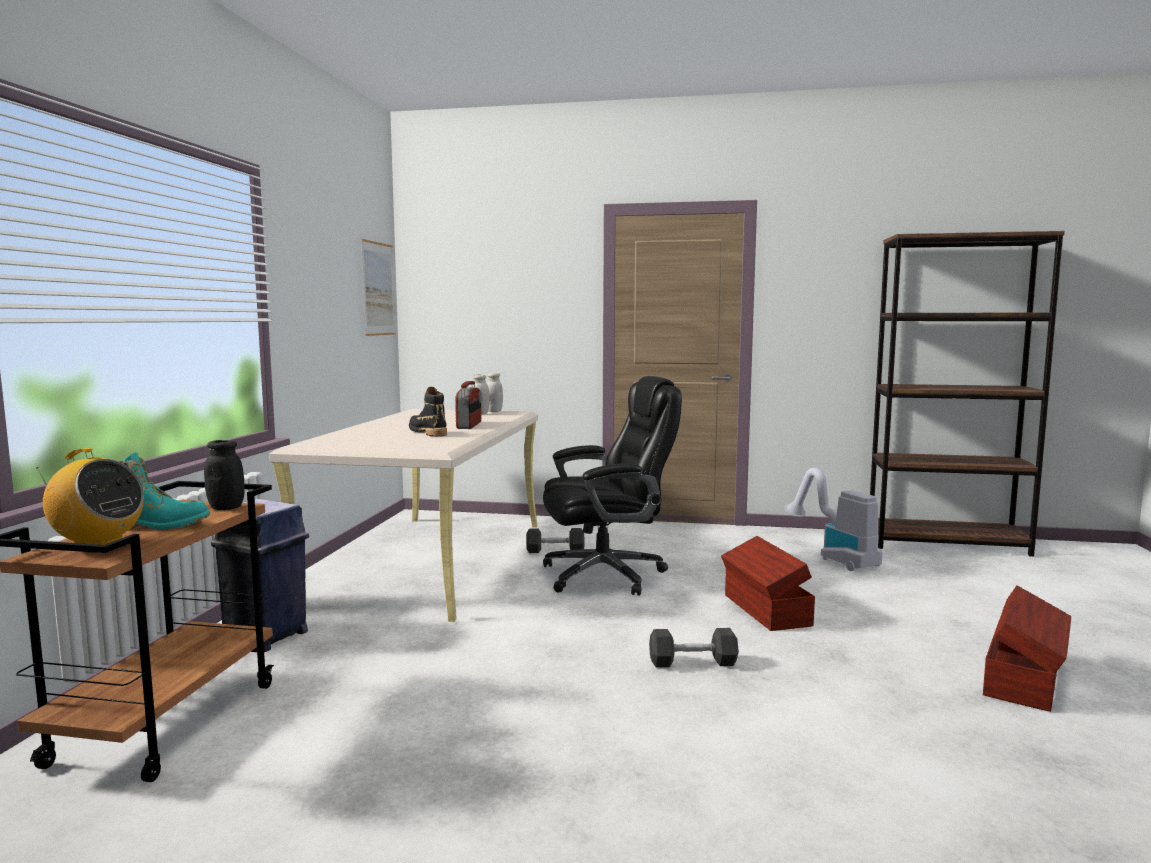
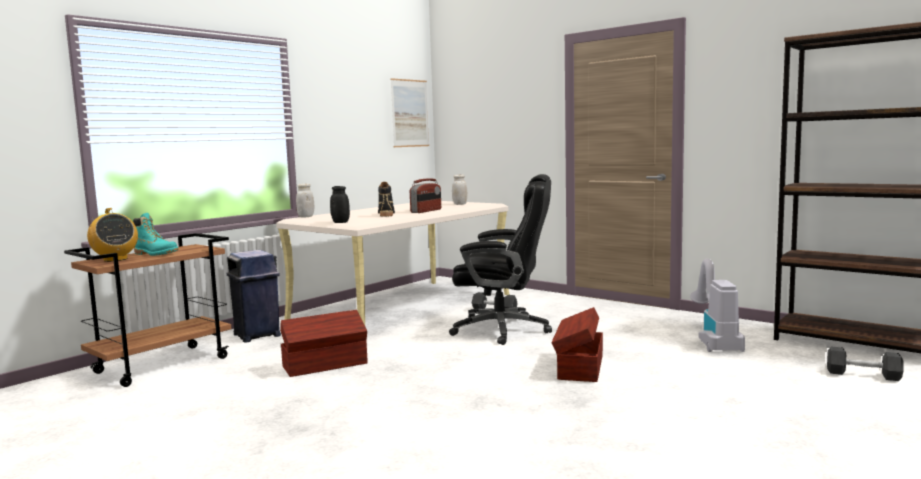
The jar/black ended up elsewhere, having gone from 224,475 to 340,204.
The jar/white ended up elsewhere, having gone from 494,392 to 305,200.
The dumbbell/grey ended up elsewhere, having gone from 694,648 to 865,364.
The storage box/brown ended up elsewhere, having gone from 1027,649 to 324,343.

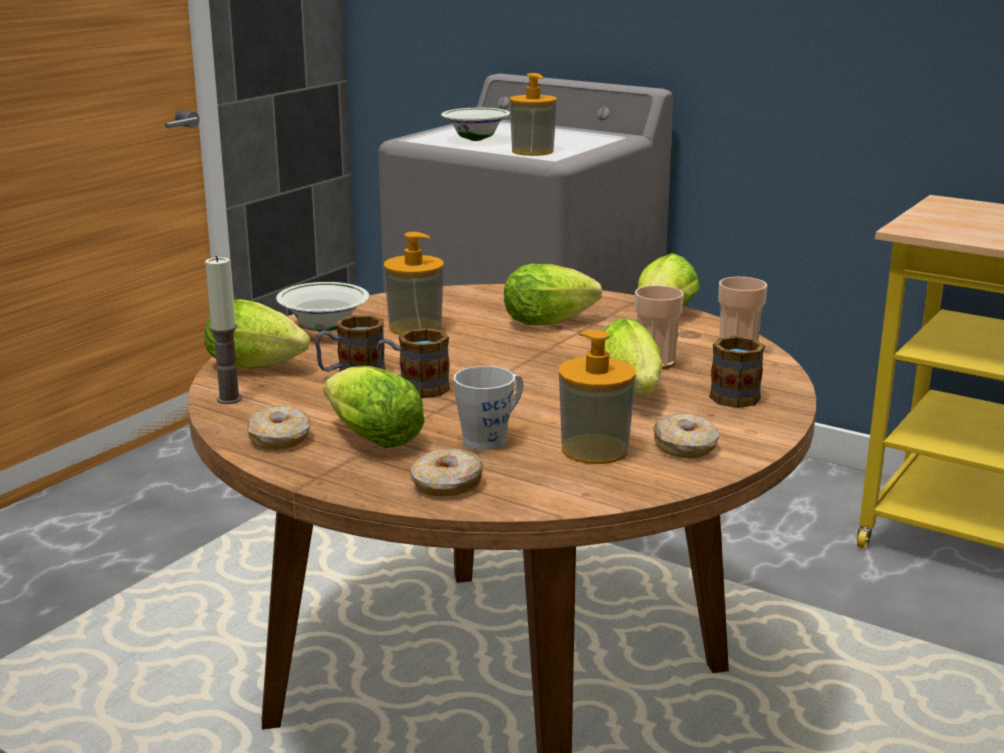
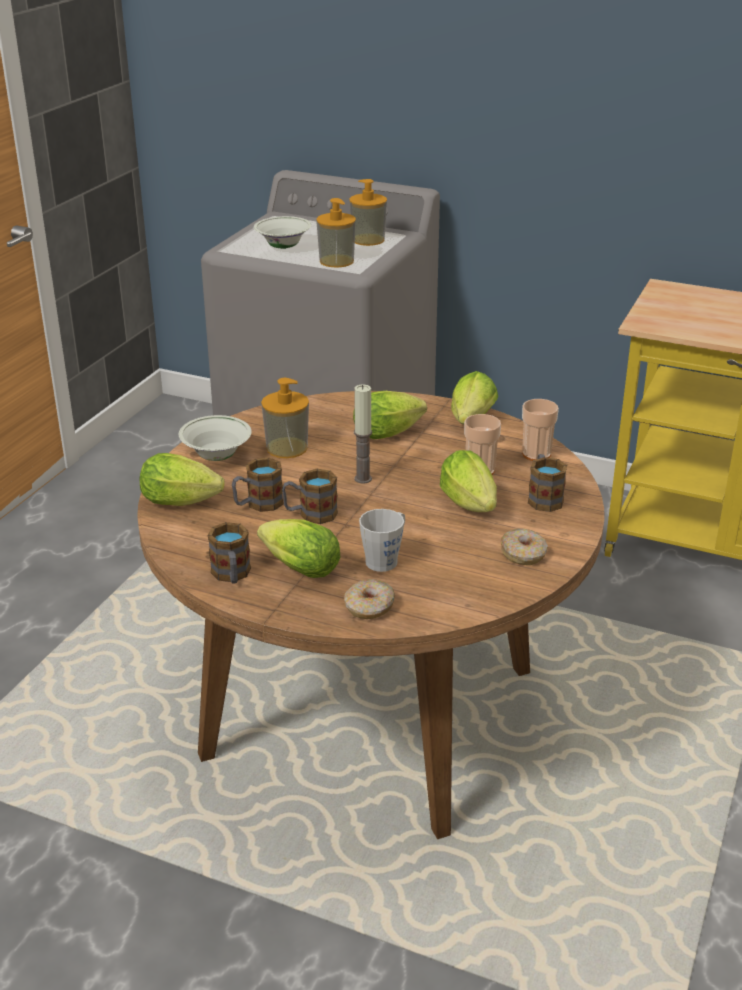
The candle ended up elsewhere, having gone from 223,330 to 363,434.
Where the donut stood at 279,428, the mug came to stand at 229,553.
The soap dispenser ended up elsewhere, having gone from 597,397 to 368,212.

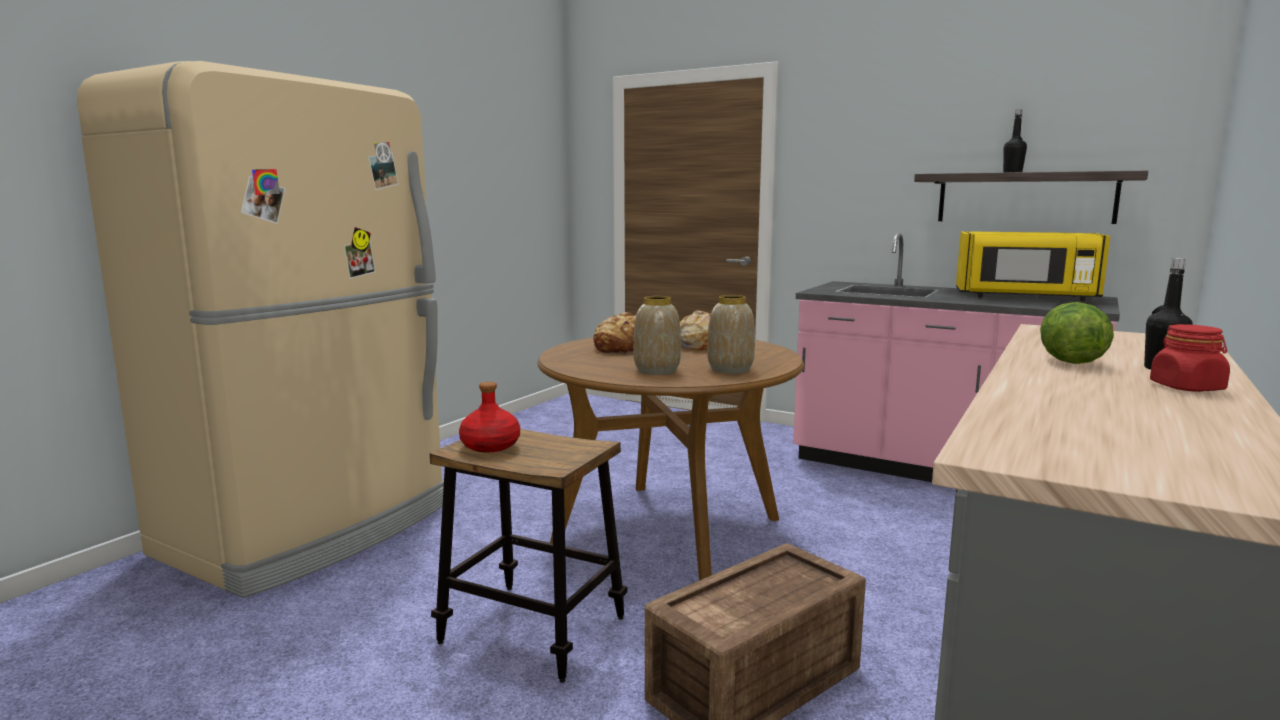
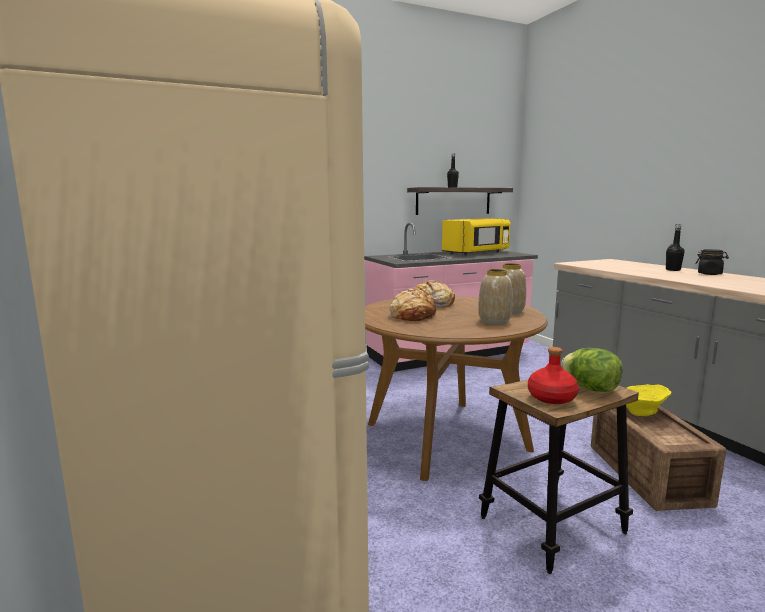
The lettuce ended up elsewhere, having gone from 1077,333 to 592,370.
What was the jar/red at 1190,358 turned into the jar/black at 712,262.
The second view gained the bowl/yellow at 648,400.

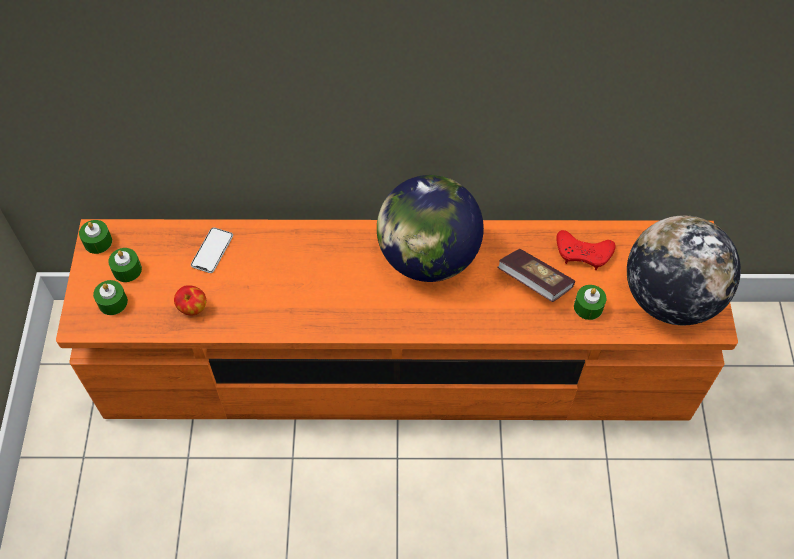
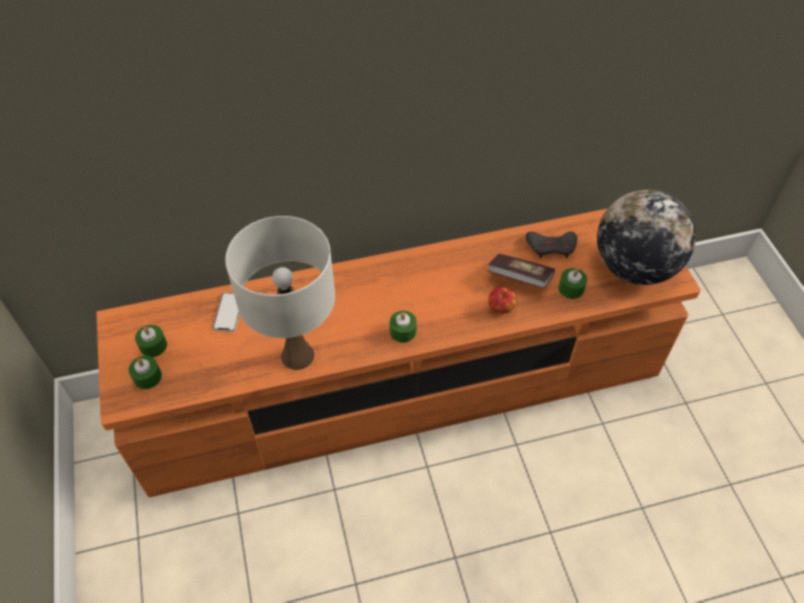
The candle/green ended up elsewhere, having gone from 95,237 to 403,327.
The apple ended up elsewhere, having gone from 190,300 to 502,300.
The second view lost the globe at 430,228.
What was the game controller/red at 586,250 turned into the game controller/grey at 551,244.
The second view gained the table lamp/white at 280,293.

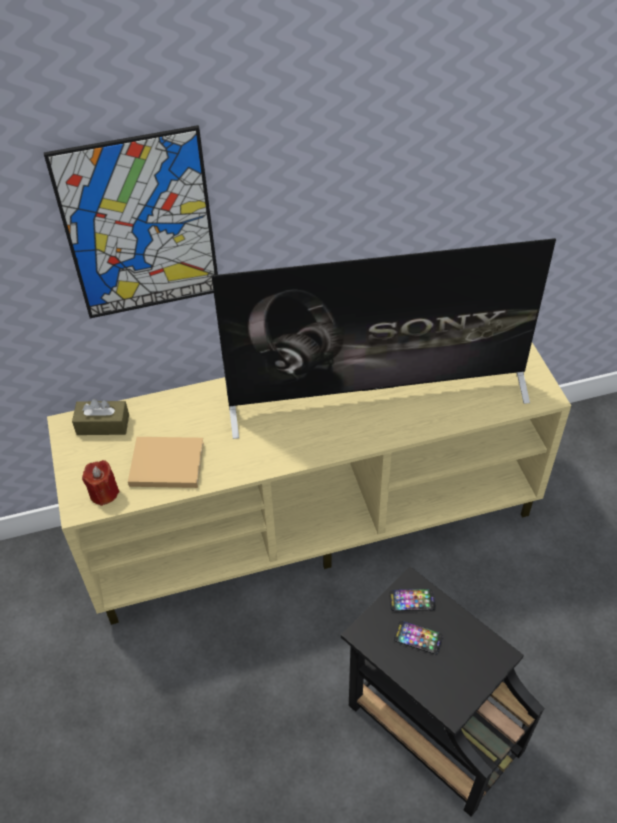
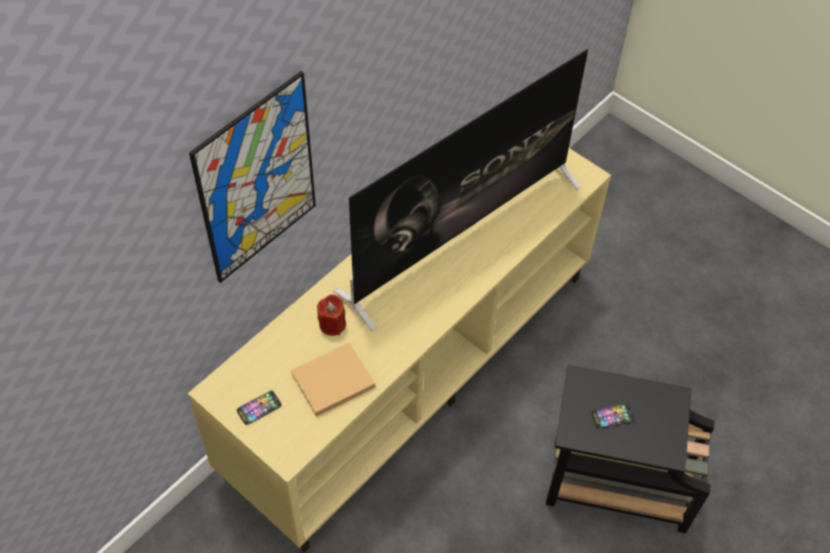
The second view lost the tissue box/brown at 100,417.
The candle/red ended up elsewhere, having gone from 101,483 to 331,315.
The phone ended up elsewhere, having gone from 412,600 to 259,408.

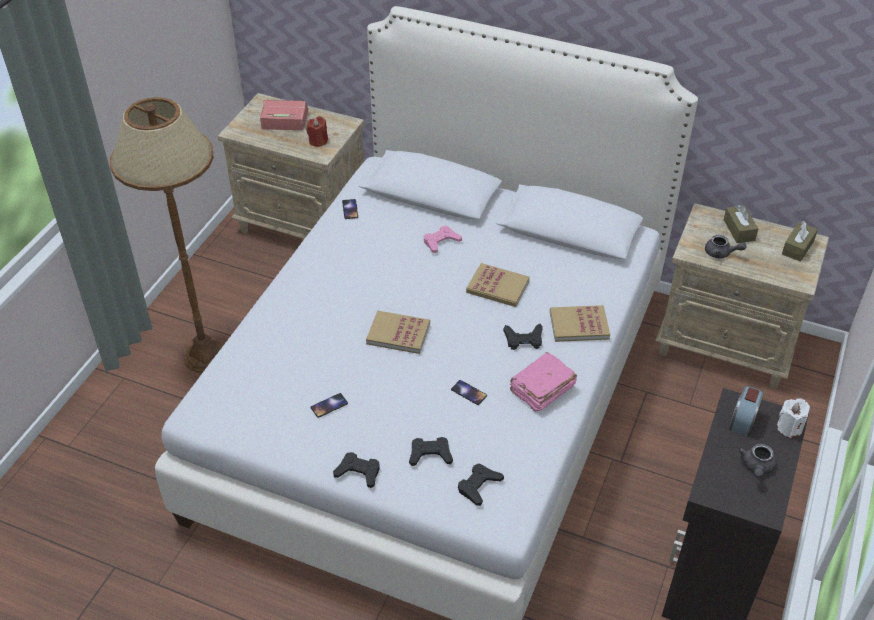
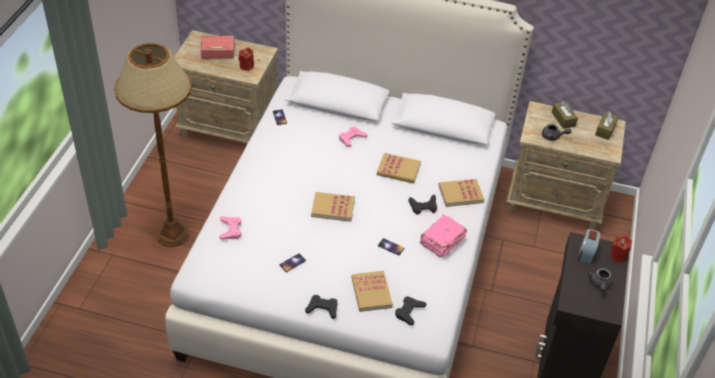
Where the game controller/black stood at 431,451, the book came to stand at 372,291.
What was the candle/white at 793,418 turned into the candle/red at 621,249.
The second view gained the game controller/pink at 230,228.

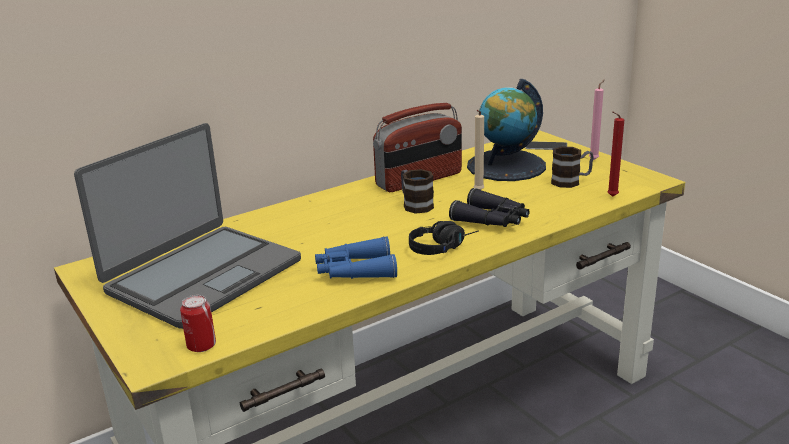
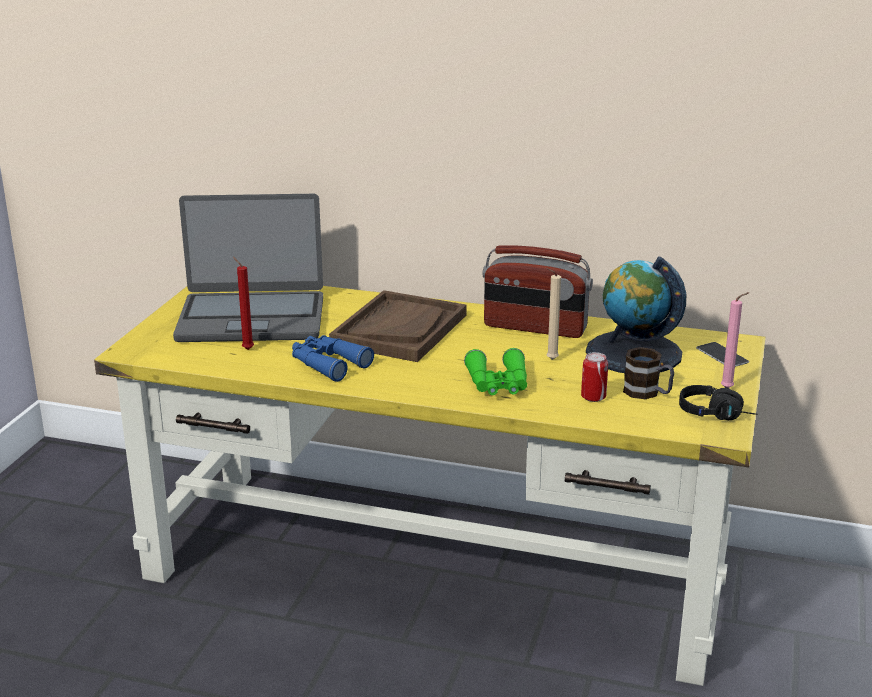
The can ended up elsewhere, having gone from 198,323 to 594,377.
The second view lost the mug at 417,191.
The headphones/black ended up elsewhere, having gone from 444,238 to 718,402.
What was the binoculars/black at 489,207 turned into the binoculars/green at 495,371.
The candle/red ended up elsewhere, having gone from 615,154 to 243,303.
The second view gained the tray/brown at 398,326.

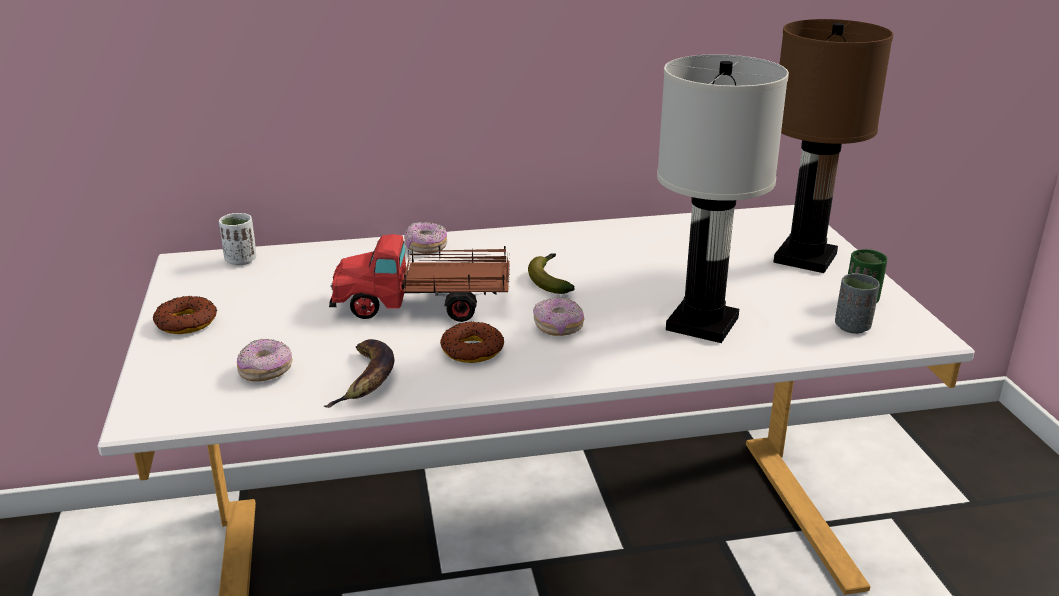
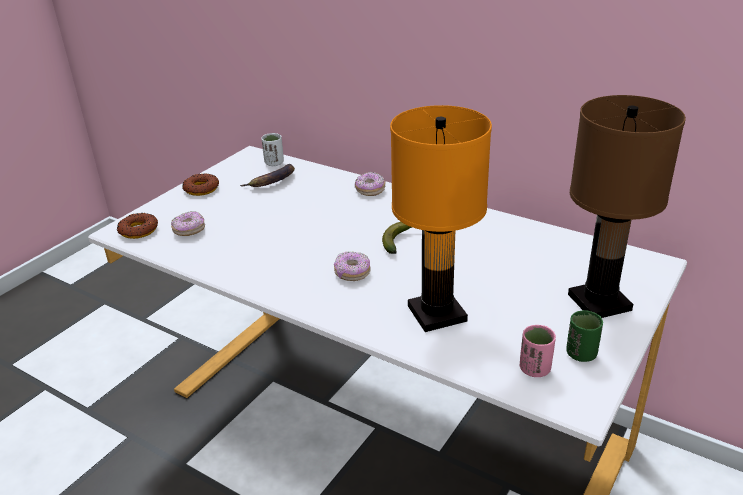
The banana ended up elsewhere, having gone from 359,373 to 267,175.
The second view lost the toy truck at 419,278.
The donut ended up elsewhere, having gone from 472,342 to 137,226.
What was the table lamp/white at 723,198 turned into the table lamp/orange at 441,218.
What was the cup/grey at 857,303 turned into the cup/pink at 538,351.

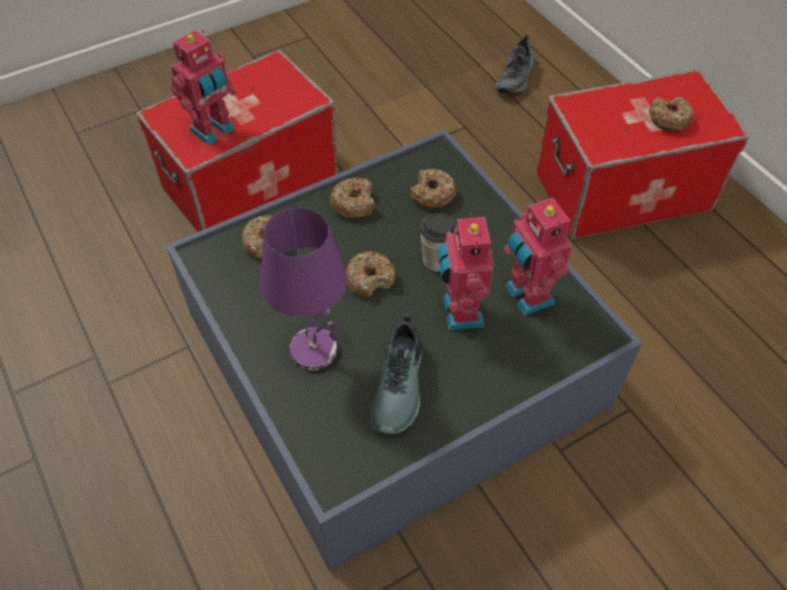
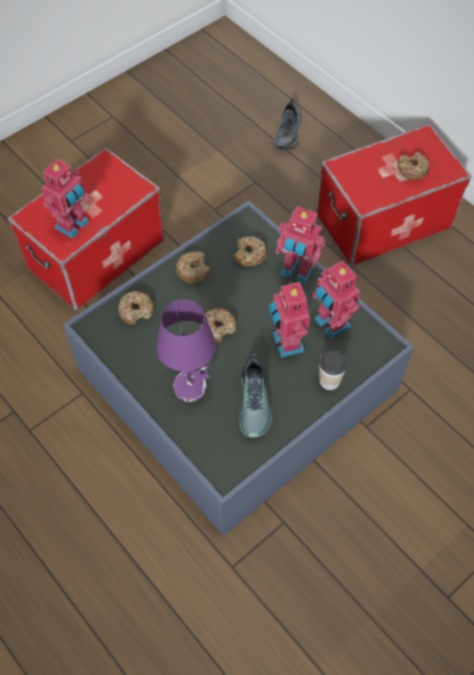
The cup ended up elsewhere, having gone from 438,242 to 333,370.
The second view gained the toy robot at 300,245.

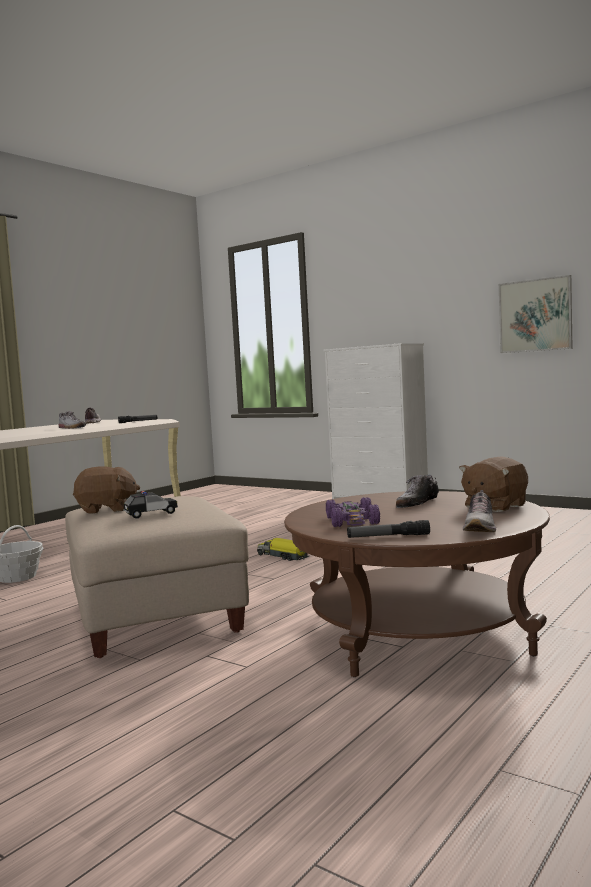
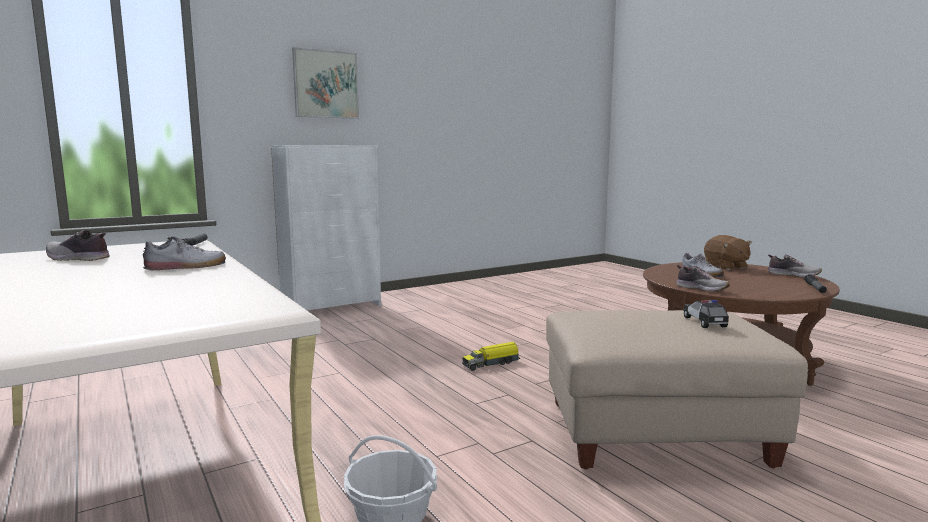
The second view lost the plush toy/brown at 106,490.
The second view lost the toy car/purple at 353,512.
The picture ended up elsewhere, having gone from 536,314 to 325,83.
The second view gained the shoe at 703,278.

